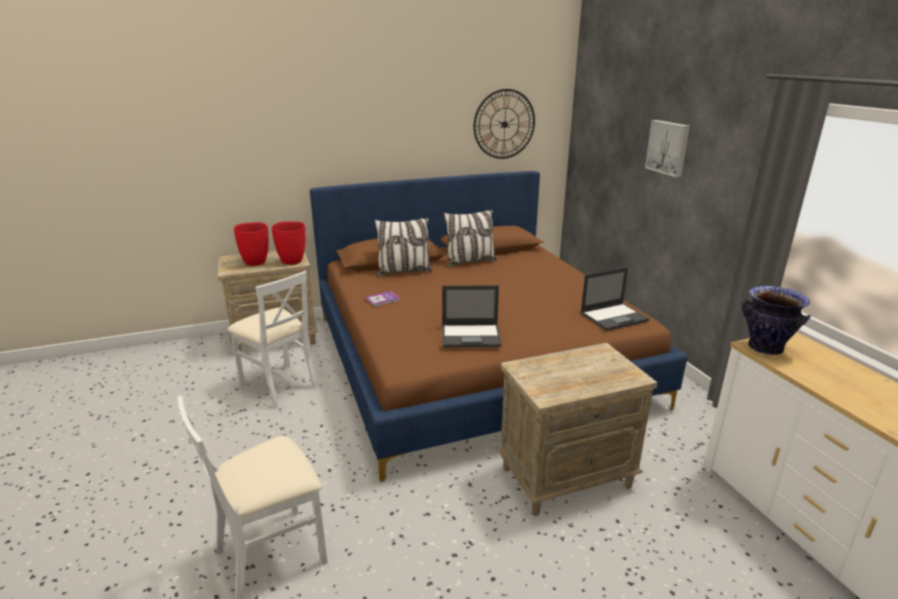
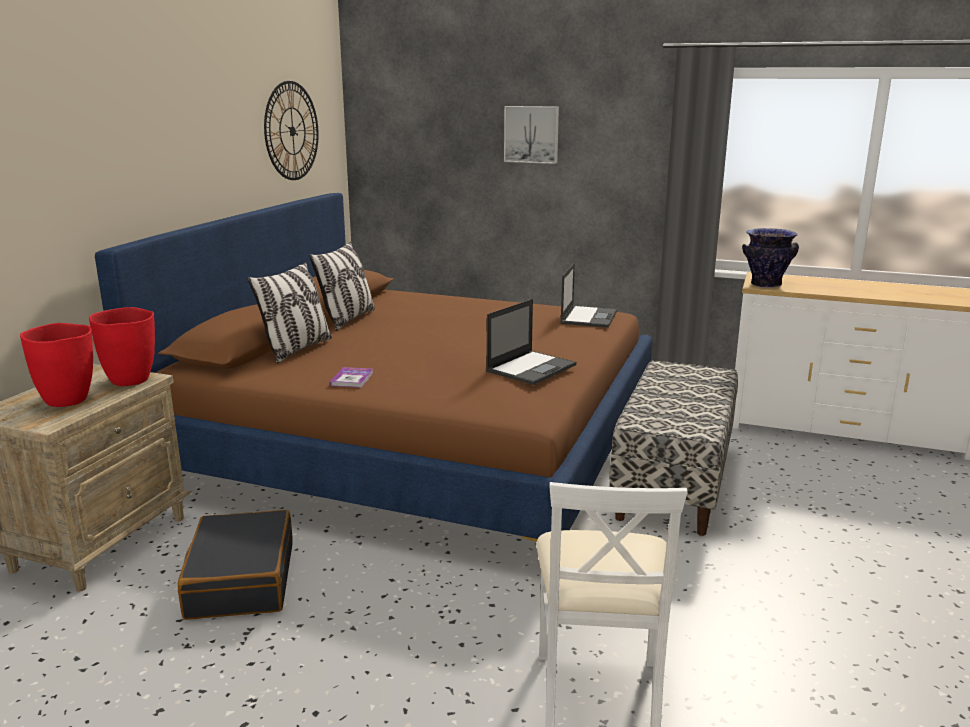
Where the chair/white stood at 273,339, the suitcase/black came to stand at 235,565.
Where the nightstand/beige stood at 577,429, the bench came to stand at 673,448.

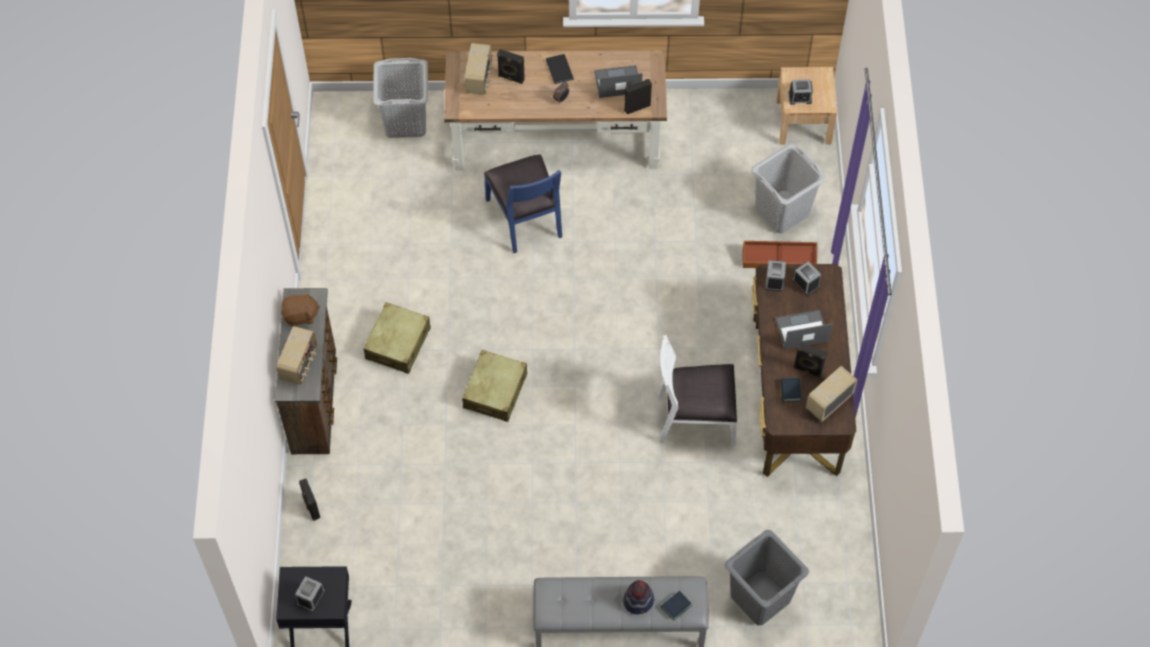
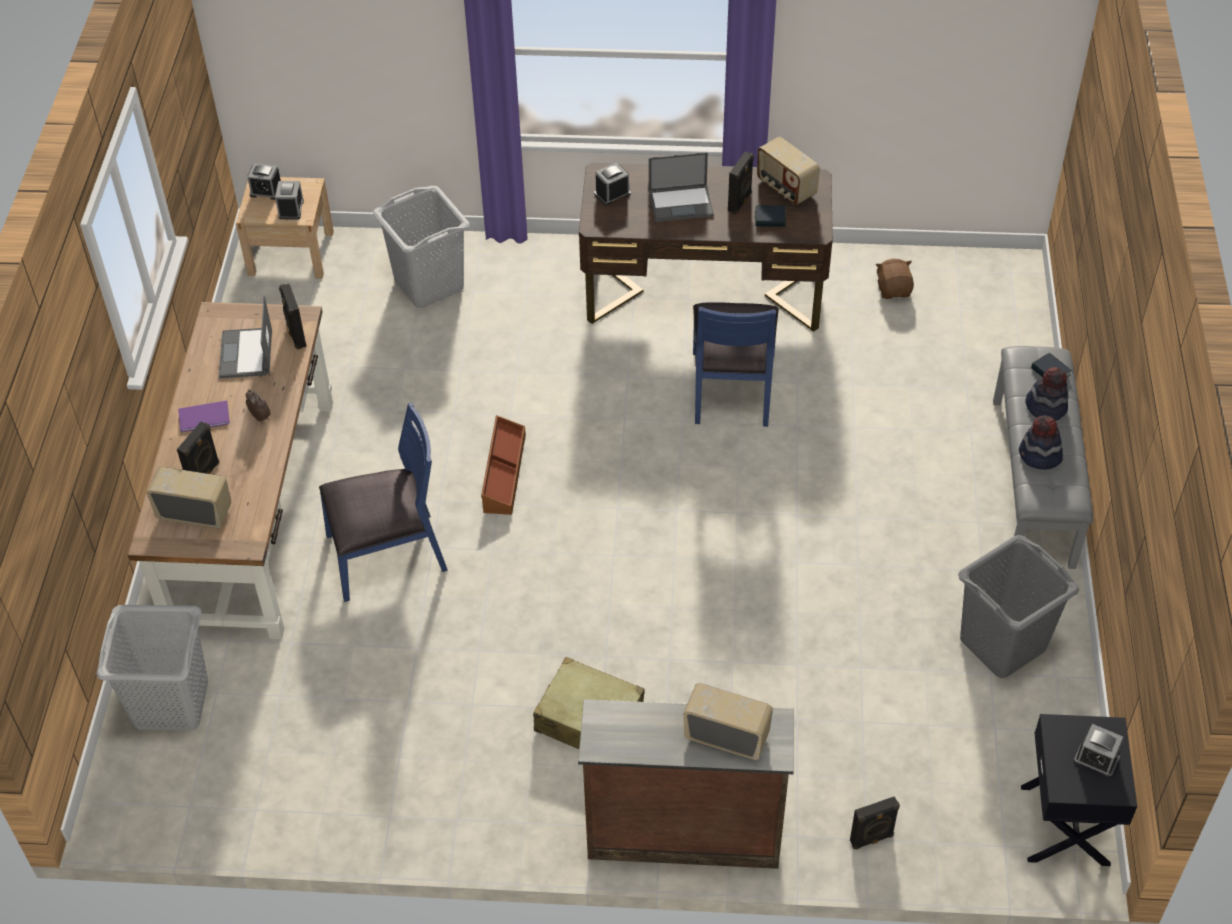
The plush toy/brown ended up elsewhere, having gone from 301,308 to 895,279.
The second view lost the suitcase/beige at 494,386.
What was the book/black at 560,69 turned into the book/purple at 204,416.
What was the chair/white at 697,390 turned into the chair/blue at 736,364.
The laundry basket/grey ended up elsewhere, having gone from 767,578 to 1018,606.
The storage box/brown ended up elsewhere, having gone from 780,254 to 503,465.
The alarm clock ended up elsewhere, having gone from 776,275 to 264,181.
The laptop at 804,329 ended up facing another way, 90 degrees counterclockwise from before.
The second view gained the hat at 1041,442.

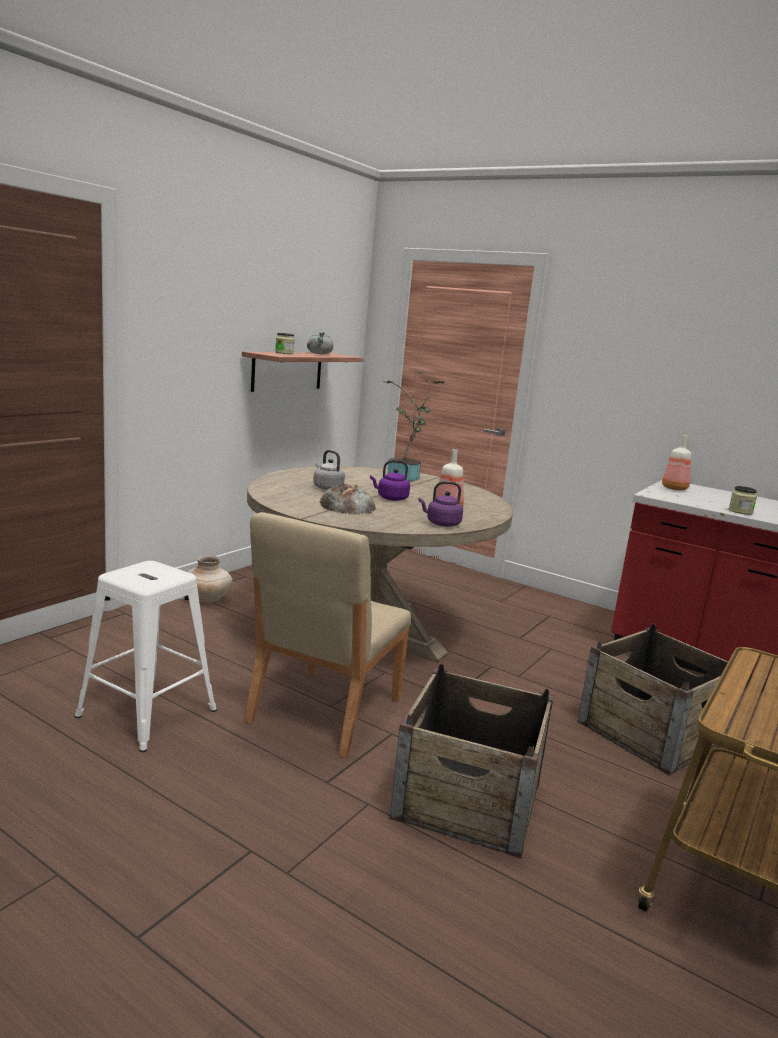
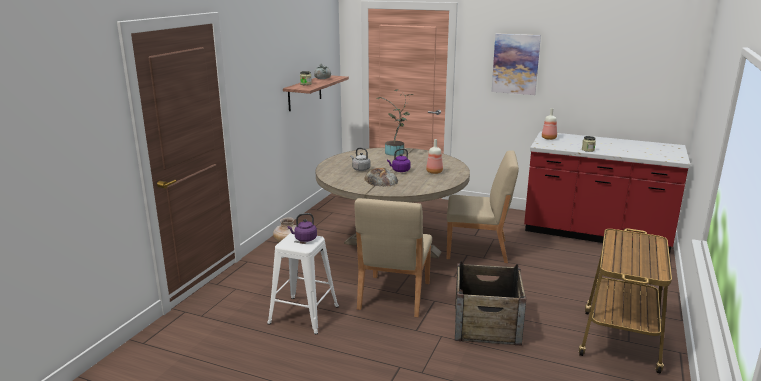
The kettle/purple ended up elsewhere, having gone from 441,504 to 302,227.
The second view lost the crate at 655,699.
The second view gained the chair/beige at 483,206.
The second view gained the picture at 516,64.

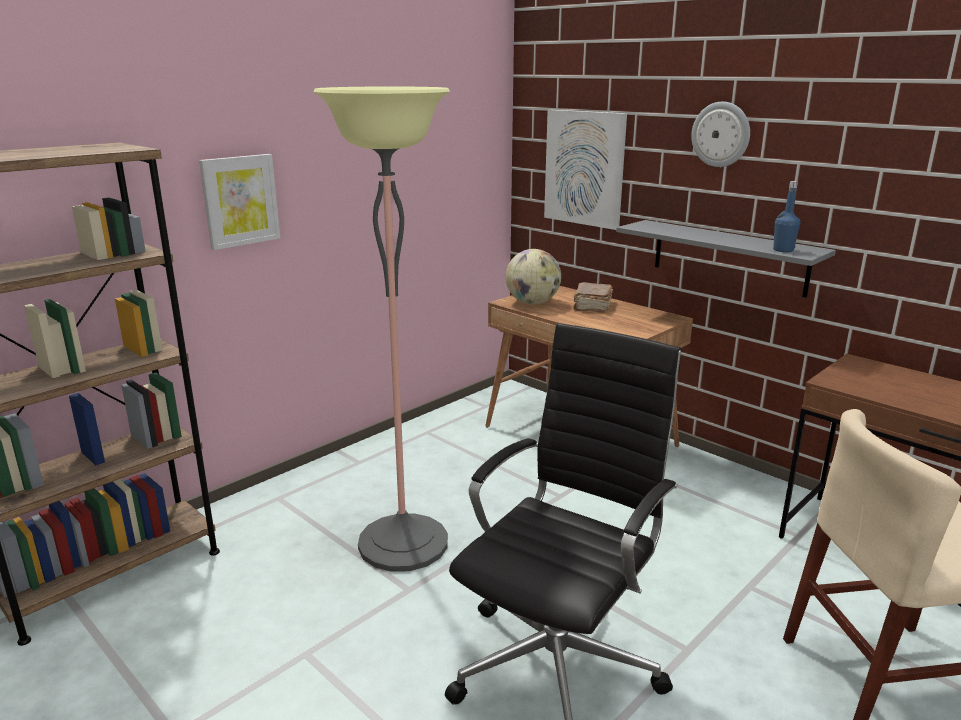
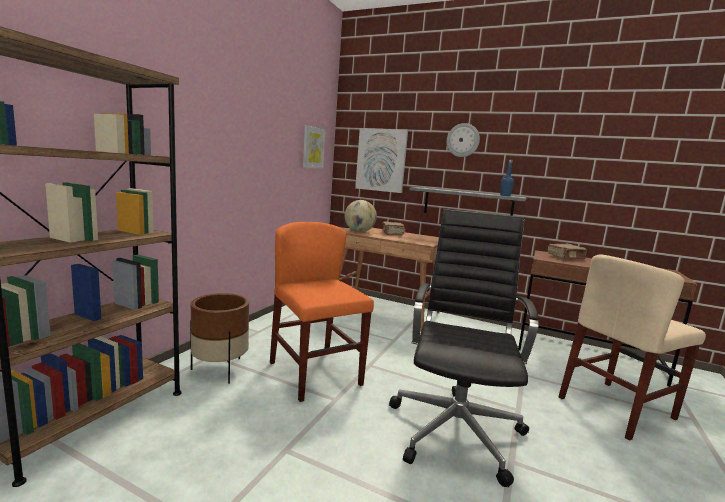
The picture ended up elsewhere, having gone from 239,202 to 314,147.
Where the floor lamp stood at 381,329, the chair/orange came to stand at 322,312.
The second view gained the planter/brown at 219,338.
The second view gained the book/brown at 567,251.

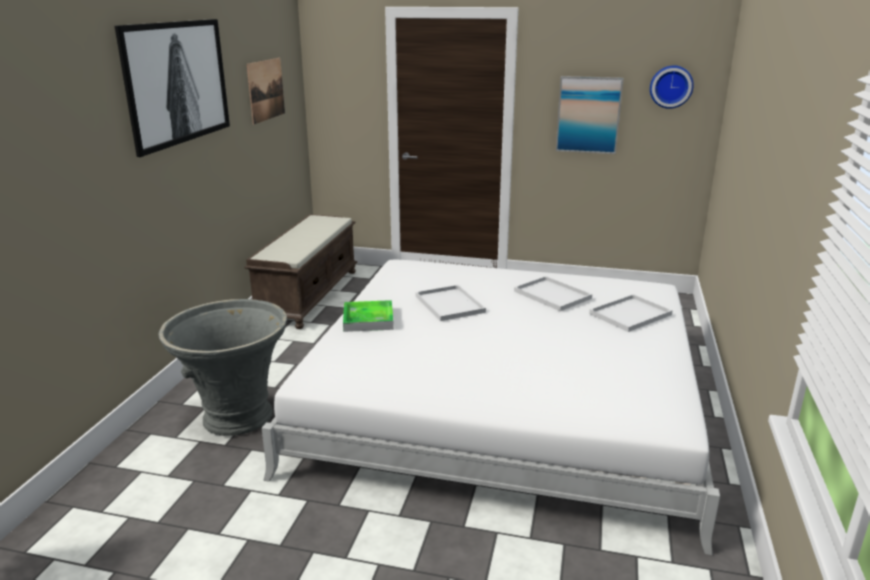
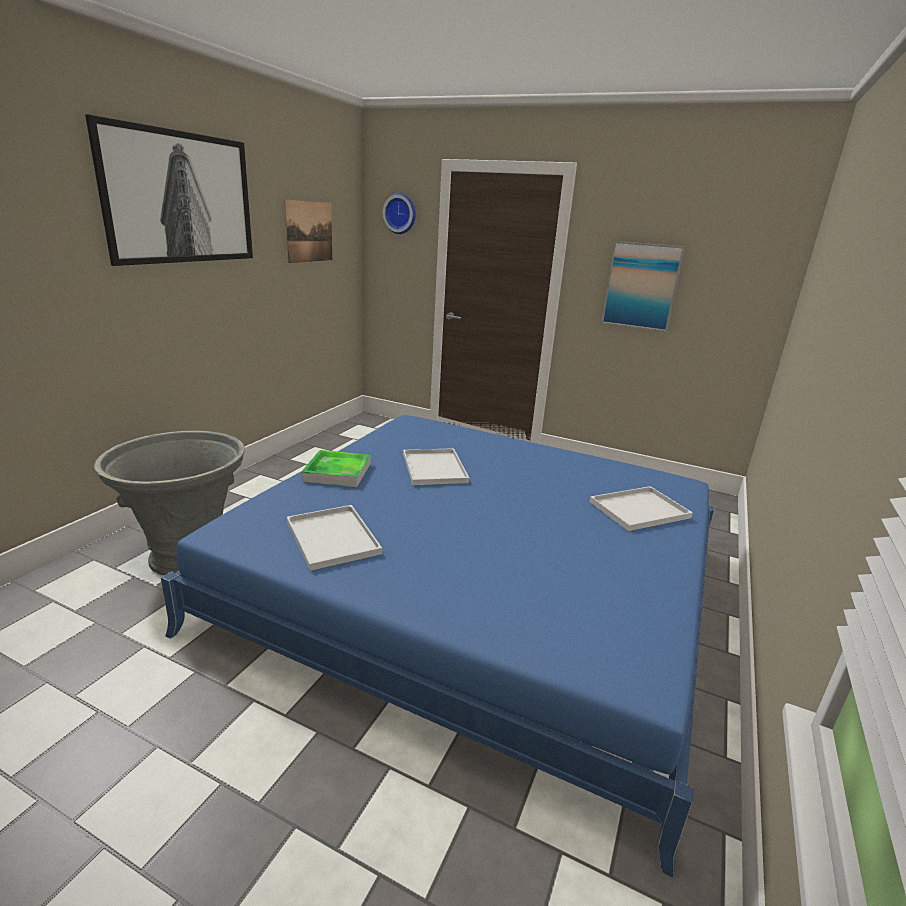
The second view lost the bench/brown at 300,271.
What was the bed/white at 491,408 turned into the bed/blue at 437,646.
The tray/white ended up elsewhere, having gone from 553,293 to 334,538.
The wall clock ended up elsewhere, having gone from 672,87 to 399,213.

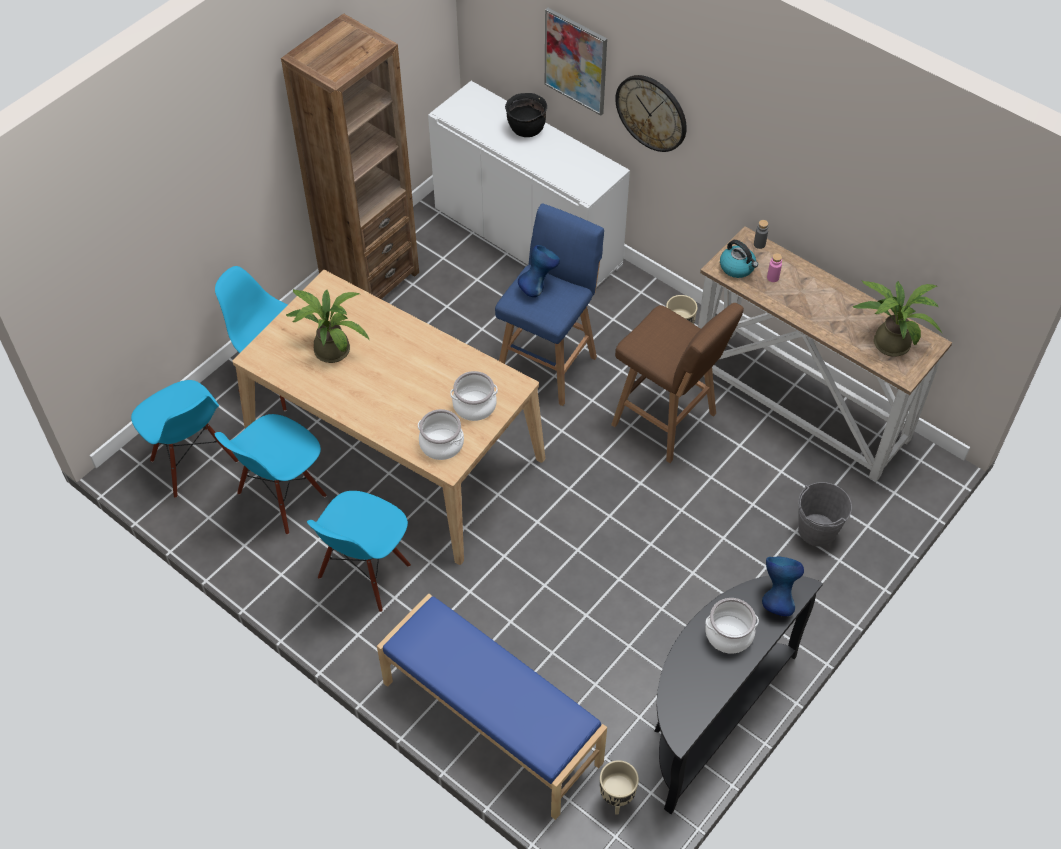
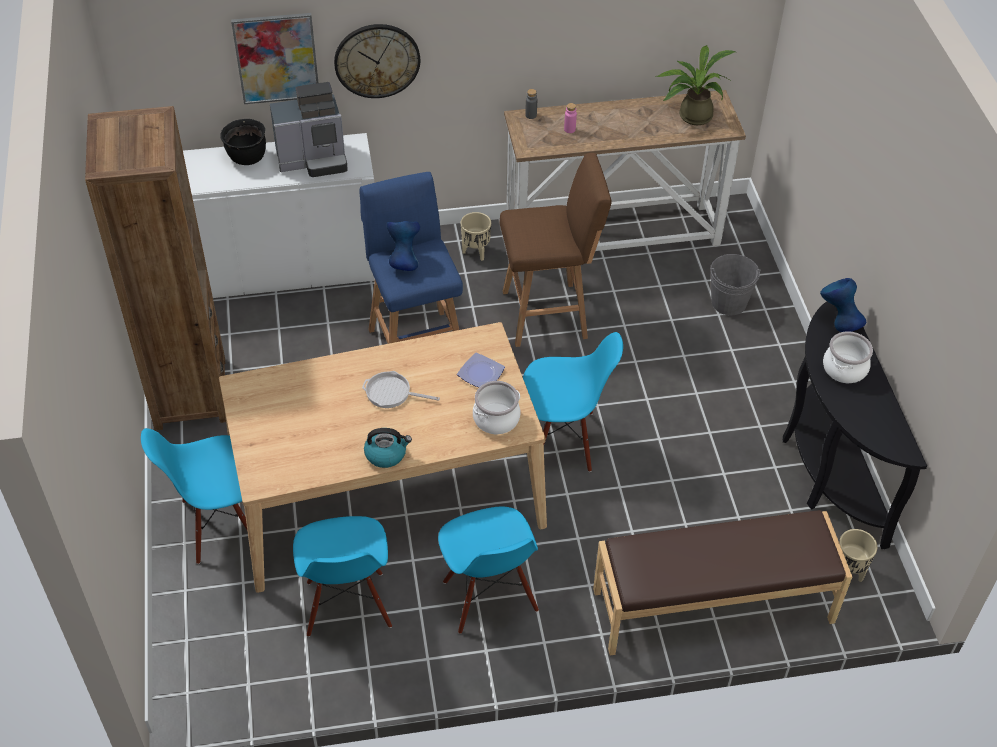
The chair/blue ended up elsewhere, having gone from 185,439 to 573,402.
The second view lost the potted plant at 327,326.
What was the bench/blue at 492,706 turned into the bench/brown at 722,582.
Where the cooking pot stood at 474,396, the plate came to stand at 481,370.
The kettle ended up elsewhere, having gone from 739,259 to 388,448.
The second view gained the coffee machine at 309,129.
The second view gained the frying pan at 401,389.

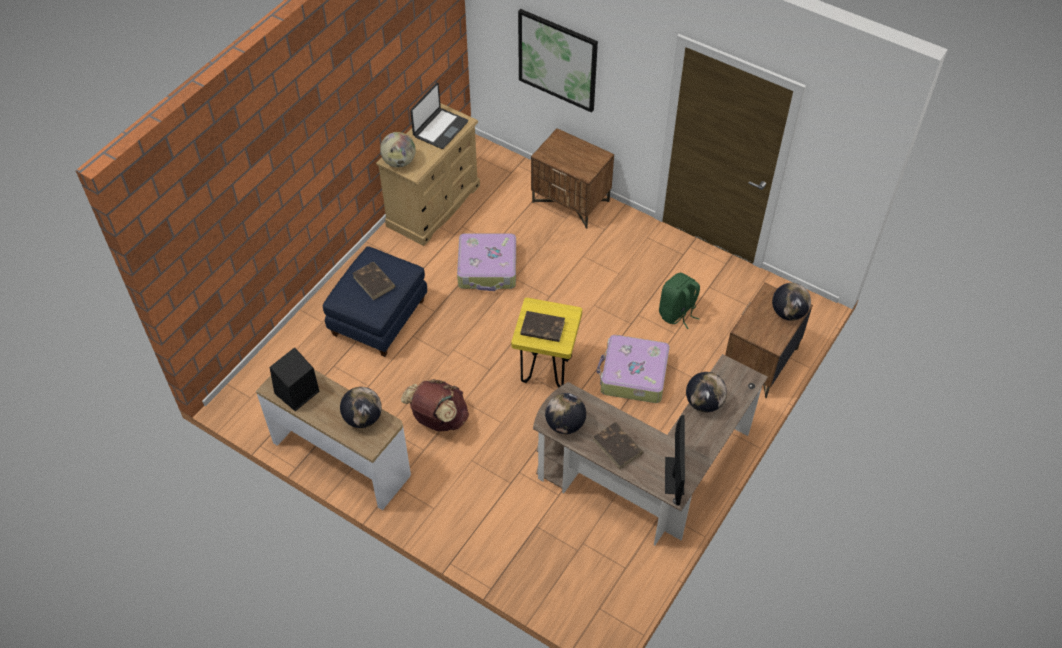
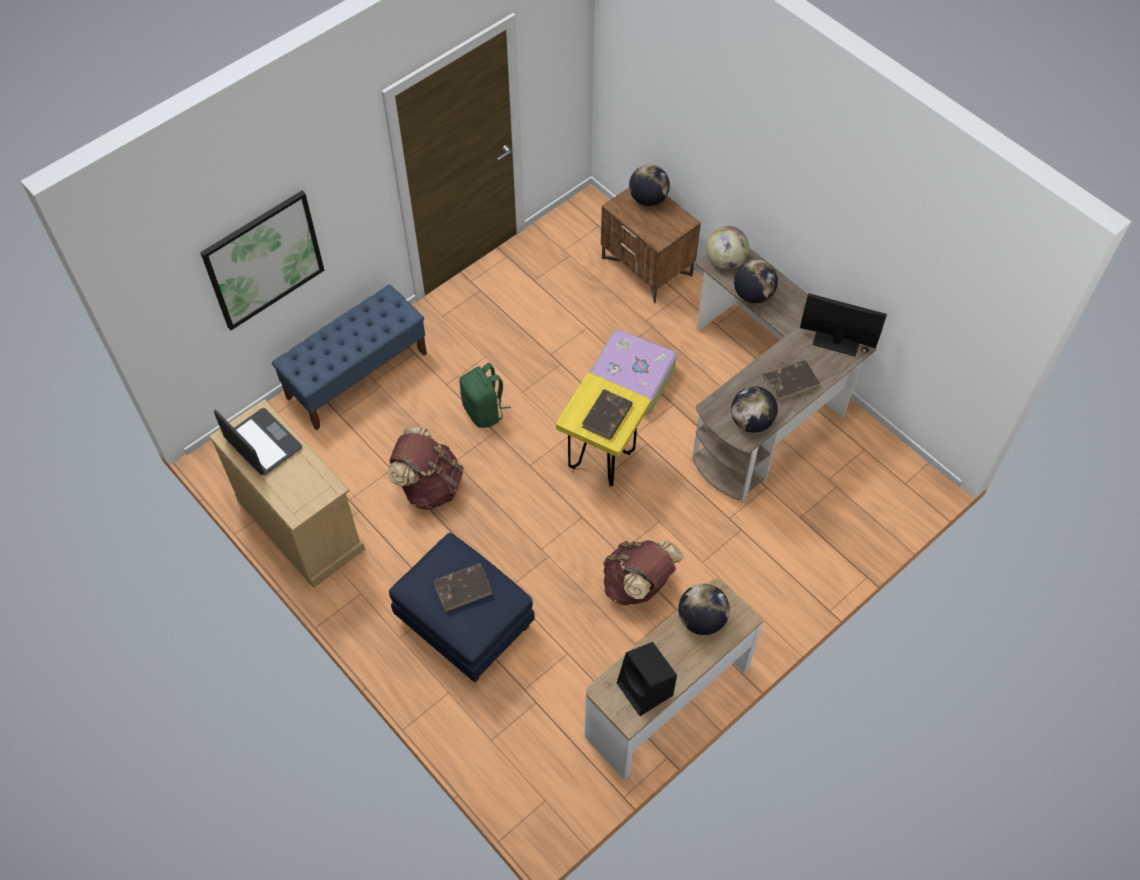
The globe ended up elsewhere, having gone from 398,150 to 727,247.
Where the suitcase stood at 486,262, the backpack/brown came to stand at 426,468.
Where the nightstand/brown stood at 572,178, the bench/blue came to stand at 349,357.
The backpack/green ended up elsewhere, having gone from 679,301 to 485,395.

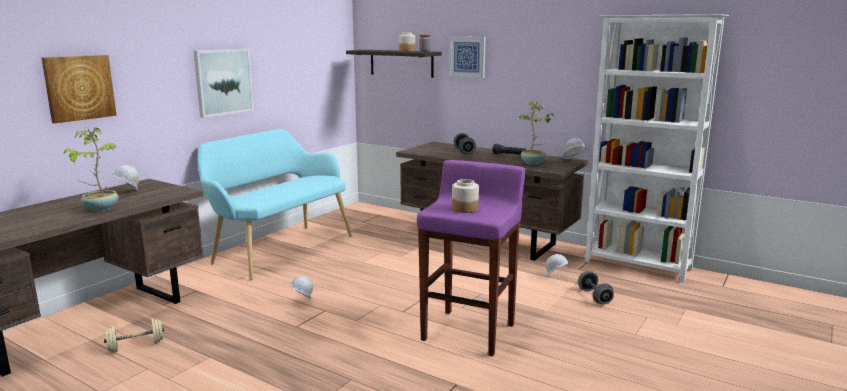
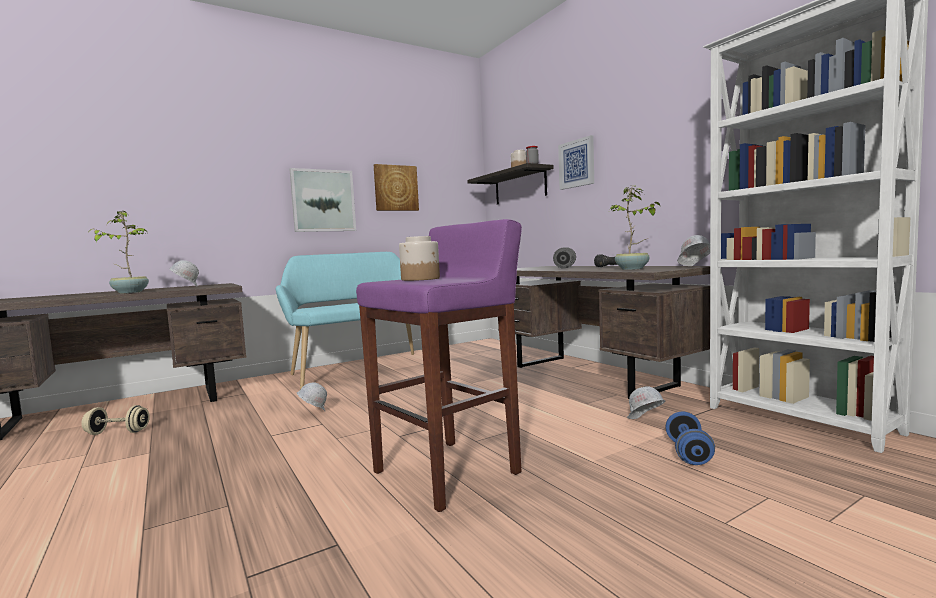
The picture ended up elsewhere, having gone from 79,89 to 396,187.
What was the dumbbell/grey at 596,287 turned into the dumbbell/blue at 690,438.

